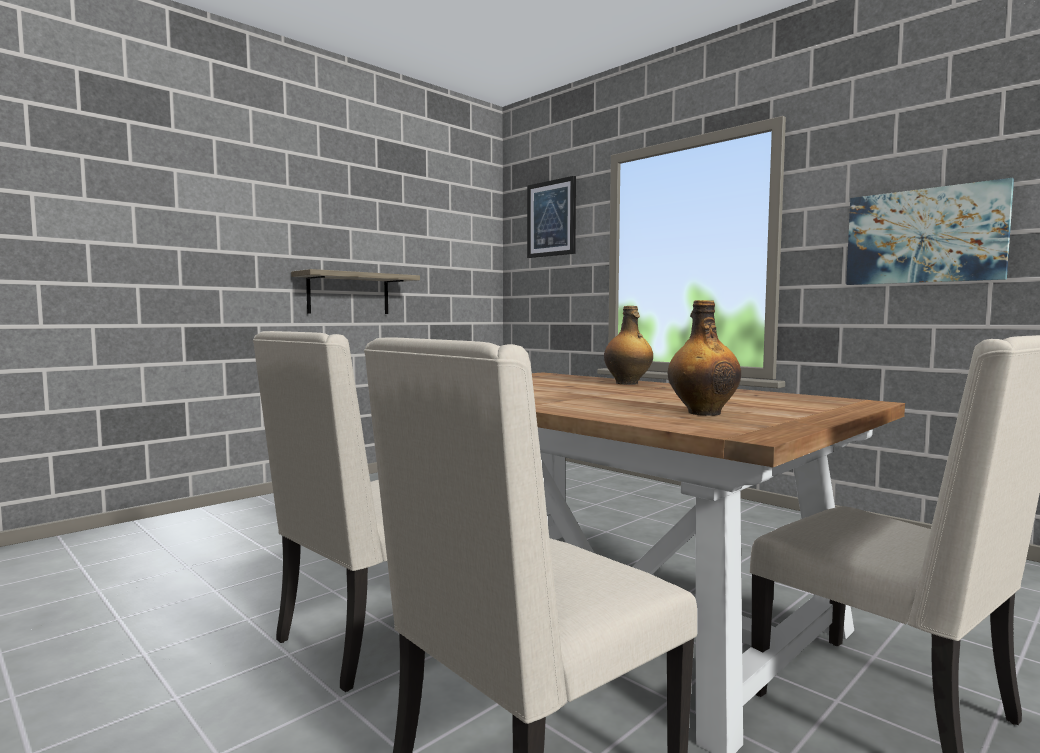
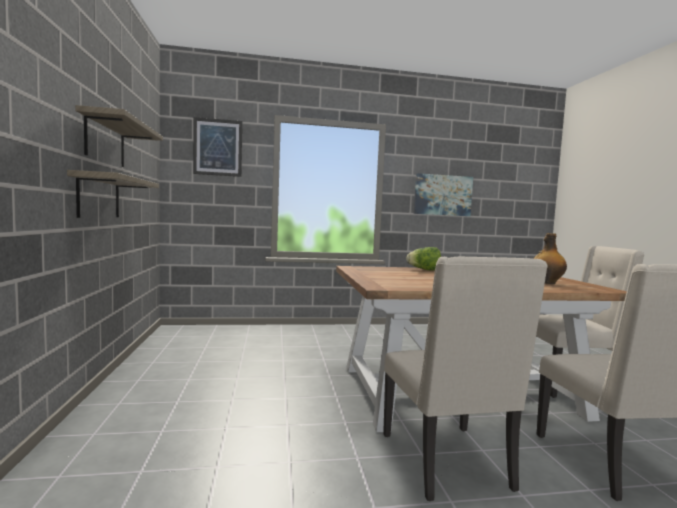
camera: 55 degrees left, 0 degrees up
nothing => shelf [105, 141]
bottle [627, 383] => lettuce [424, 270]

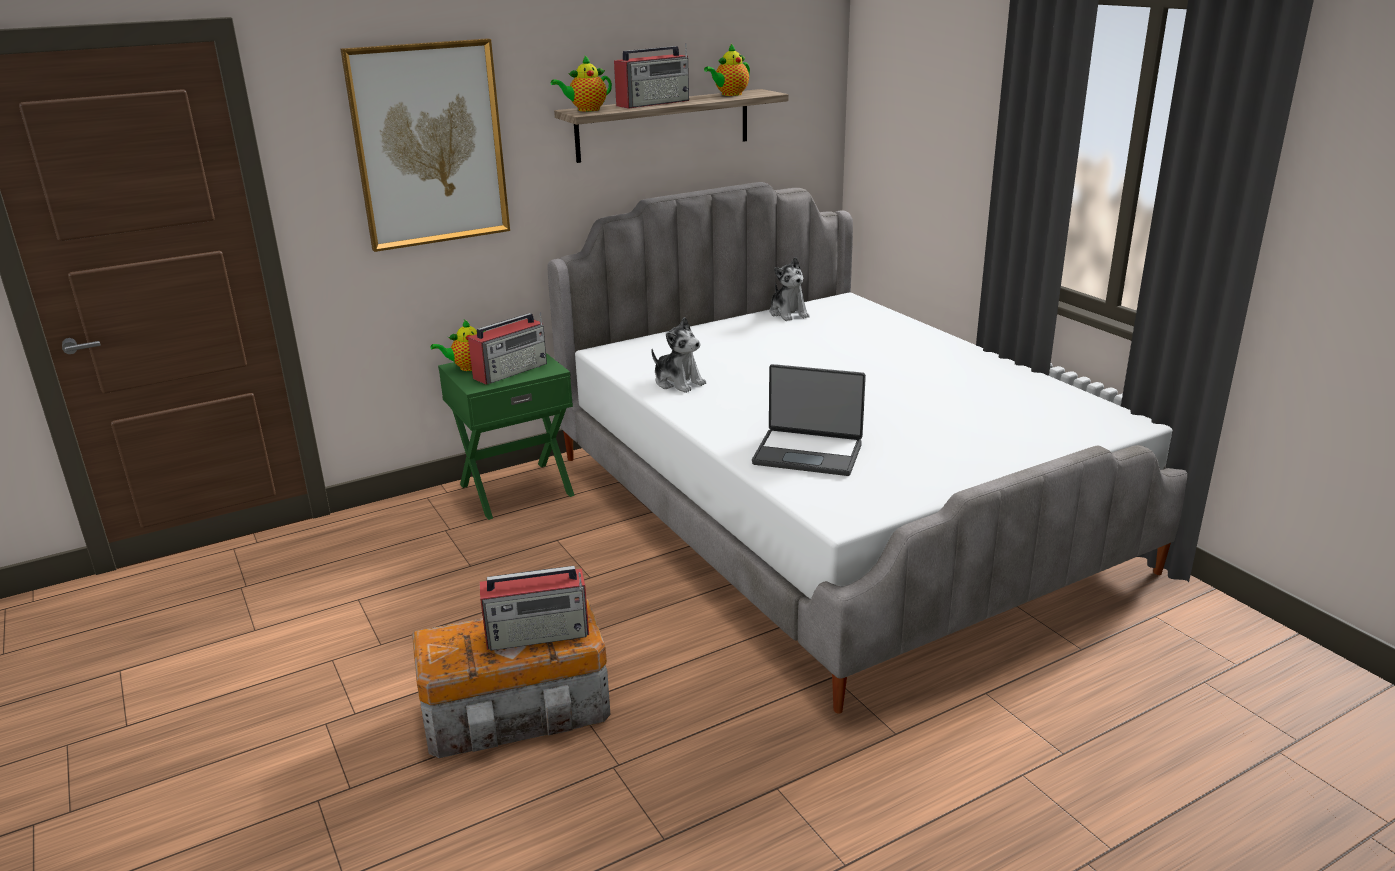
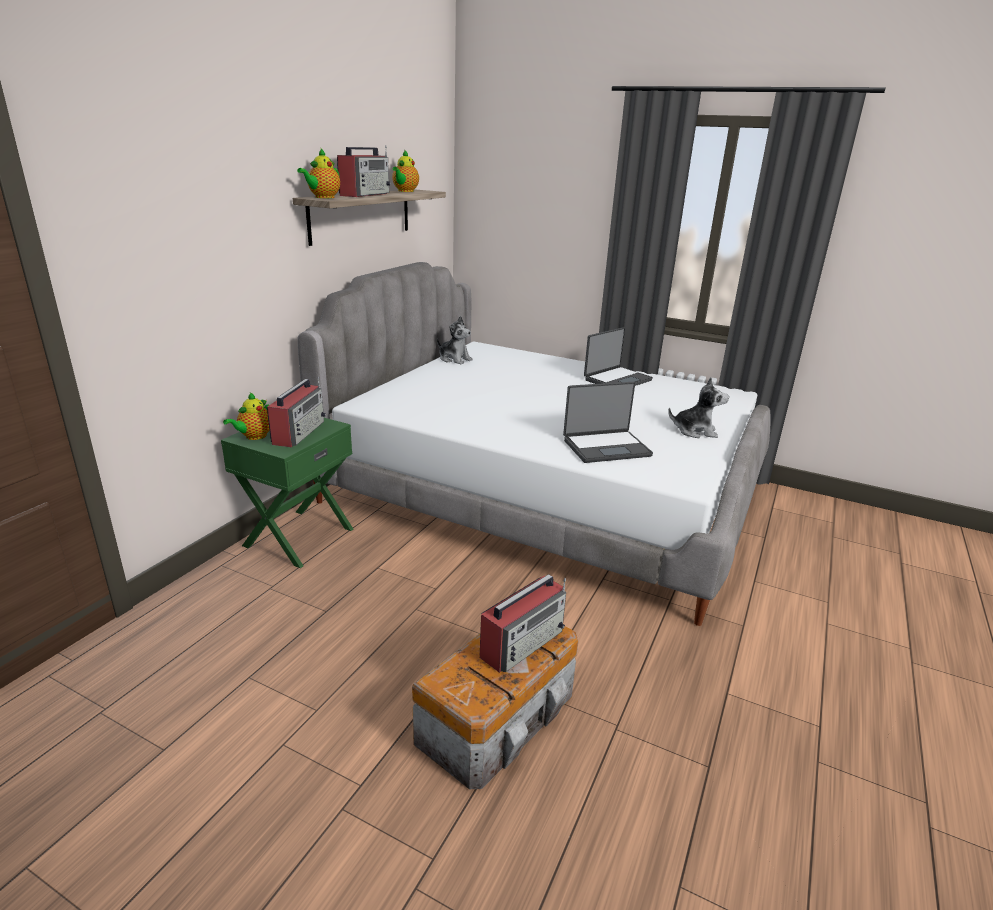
camera: 35 degrees left, 0 degrees up
picture [429, 145] => nothing
nothing => laptop [616, 380]
plush toy [678, 382] => plush toy [695, 431], moved

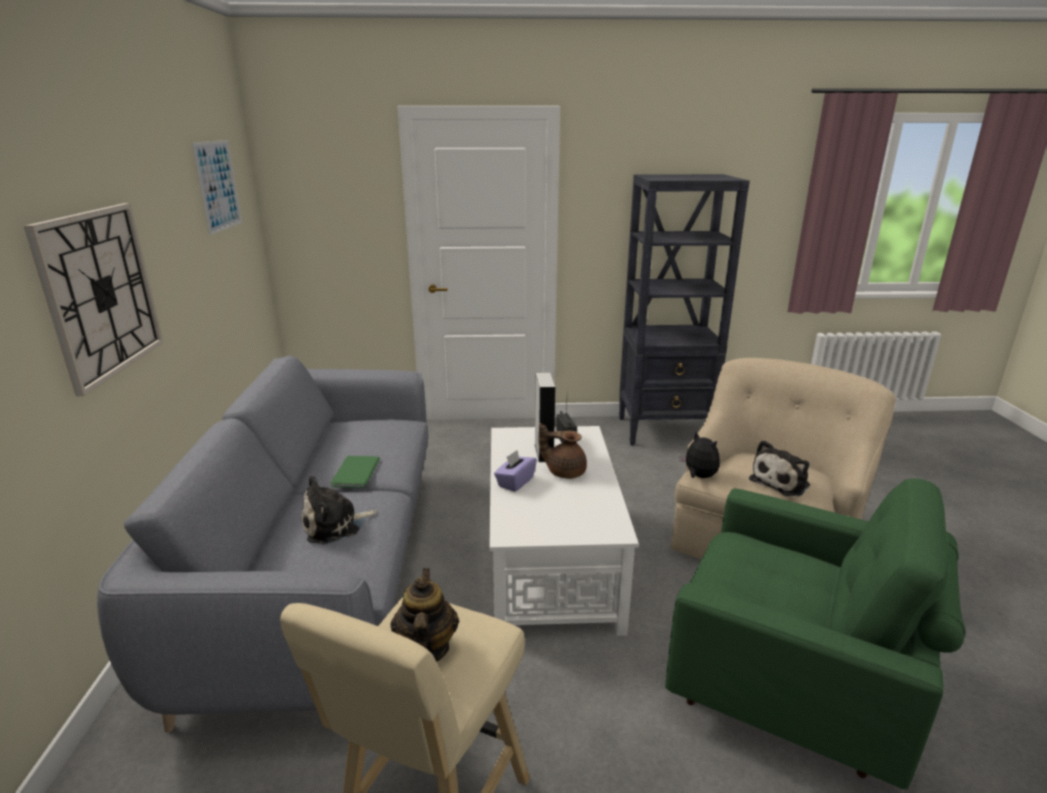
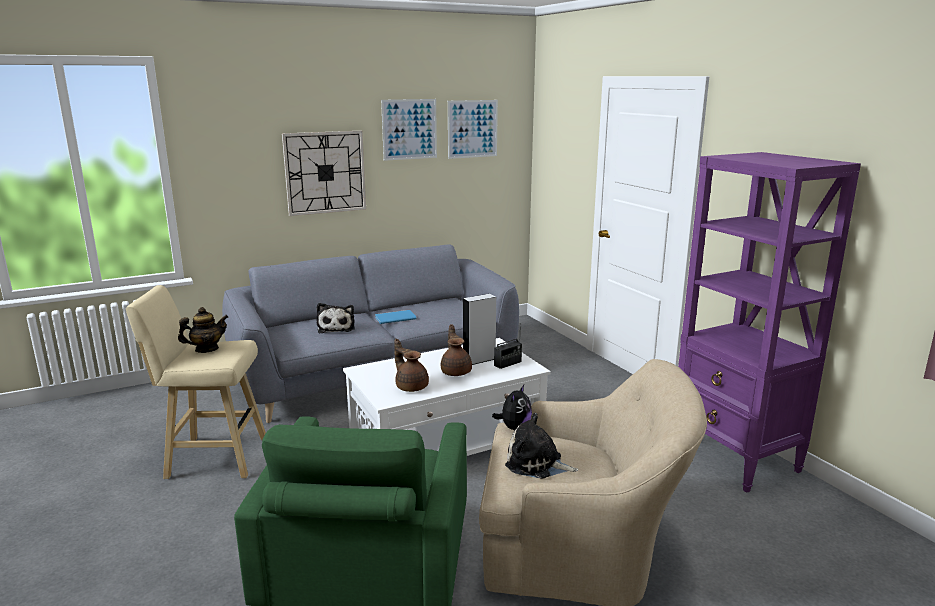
camera: 65 degrees right, 5 degrees down
tissue box (purple) [515, 482] => nothing
nothing => picture [409, 129]
nothing => teapot (brown) [411, 386]
book (green) [354, 473] => book (blue) [394, 318]
bookcase (black) [664, 430] => bookcase (purple) [735, 458]
plush toy [335, 525] => plush toy [336, 327], 135 degrees counterclockwise

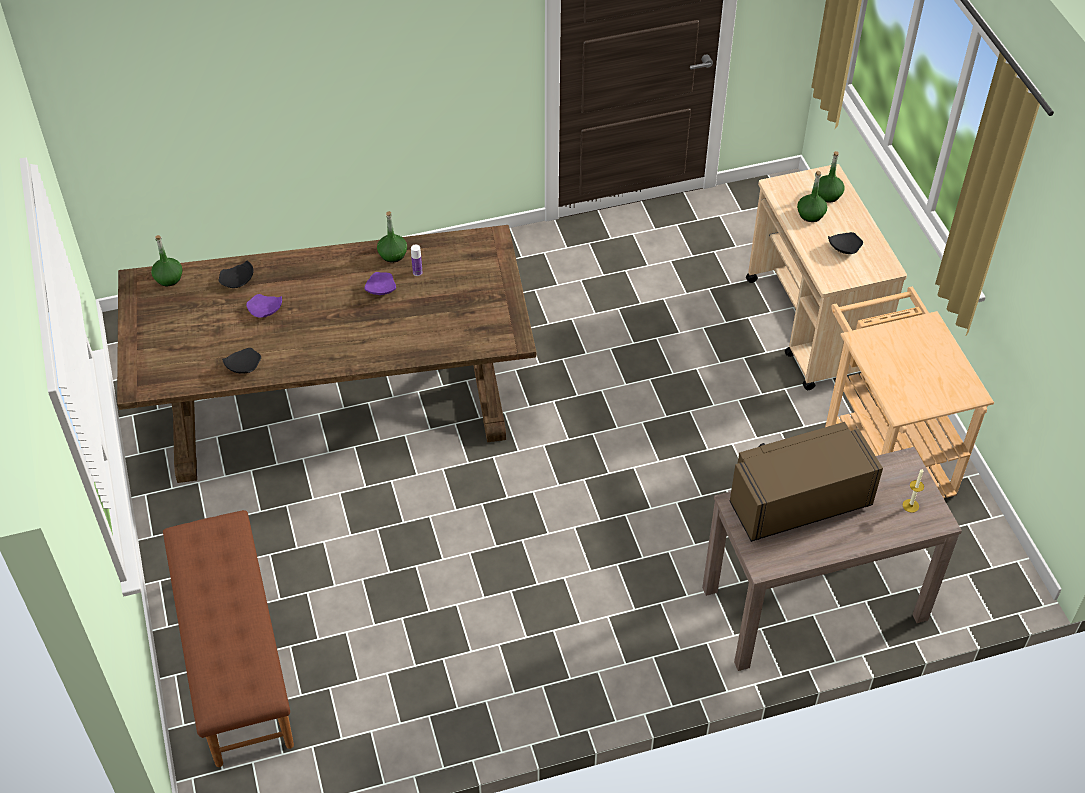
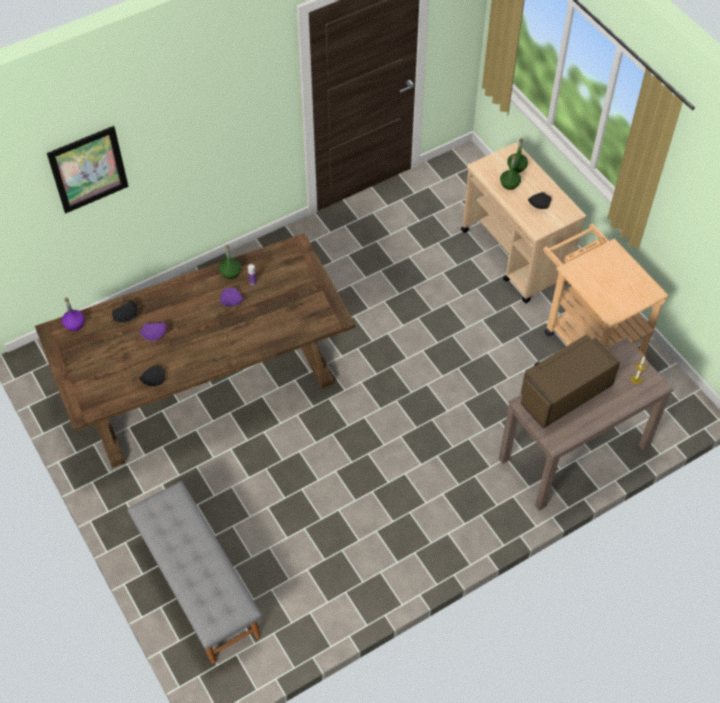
camera: 15 degrees left, 5 degrees up
nothing => picture [88, 169]
bottle (green) [169, 278] => bottle (purple) [74, 324]
bench (brown) [234, 658] => bench (grey) [198, 585]

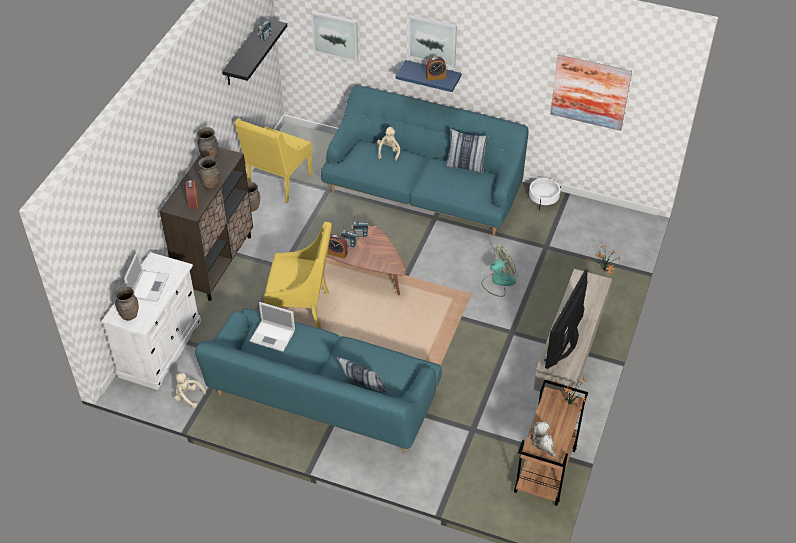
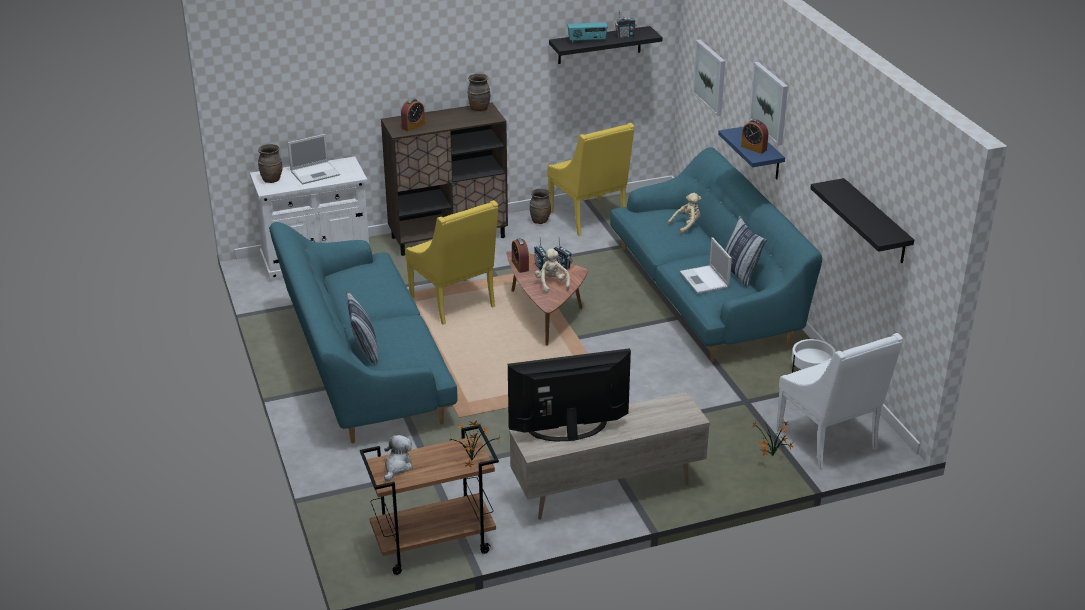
camera: 50 degrees right, 15 degrees down
vase (brown) [211, 184] => nothing
fan [498, 281] => nothing
nothing => radio [587, 41]
nothing => armchair (white) [829, 441]
plush toy (beige) [188, 396] => plush toy (beige) [552, 284], moved
laptop [273, 336] => laptop [705, 280], moved
picture [590, 92] => shelf (black) [875, 222]
armchair (yellow) [278, 182] => armchair (yellow) [589, 218], 105 degrees counterclockwise

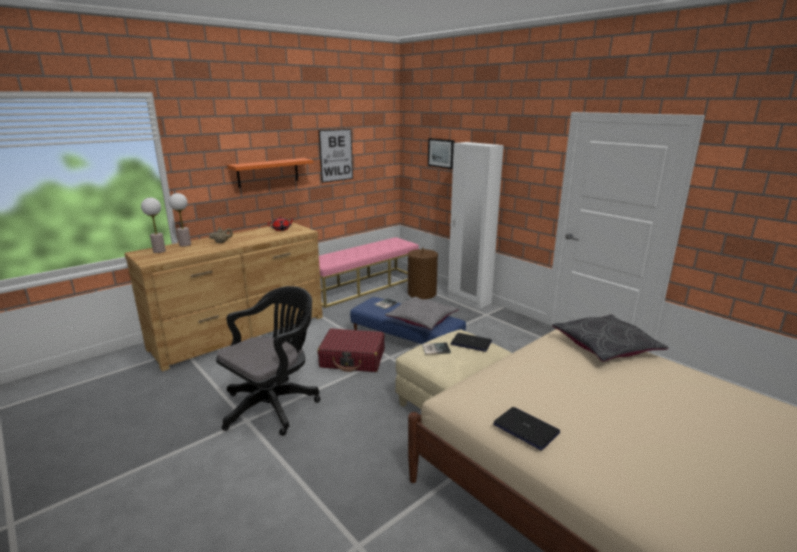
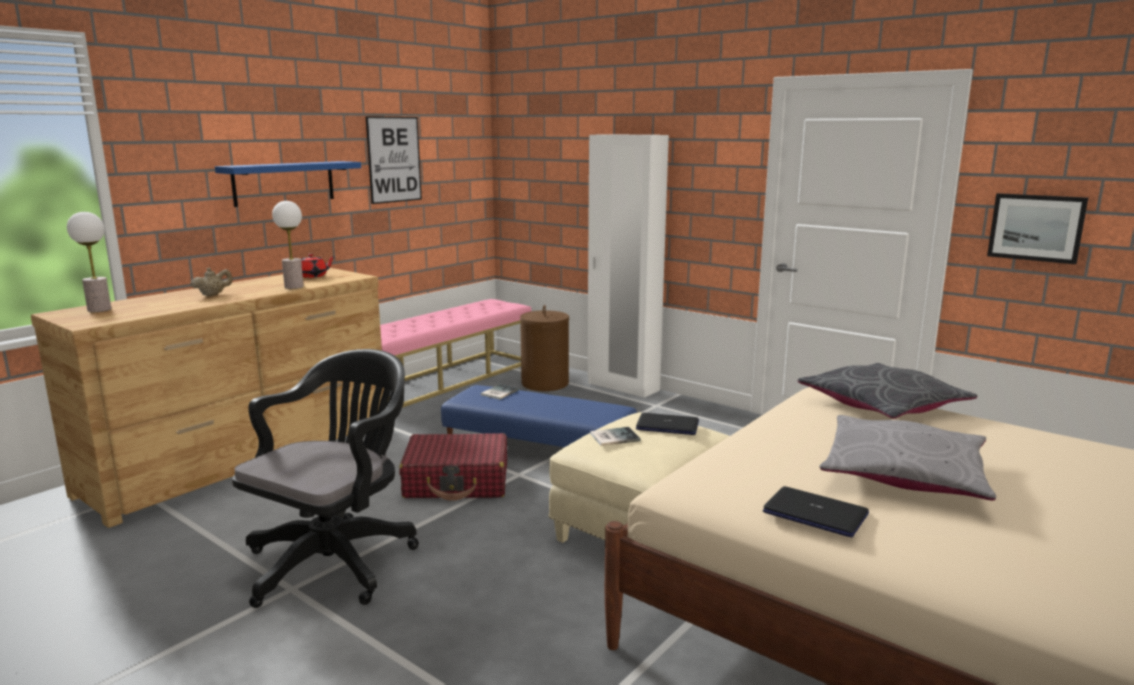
camera: 10 degrees left, 5 degrees down
table lamp [185, 244] => table lamp [293, 287], moved
pillow (grey) [422, 319] => pillow (grey) [904, 473], moved
picture [441, 153] => picture [1036, 227], moved
shelf (orange) [268, 172] => shelf (blue) [284, 183]

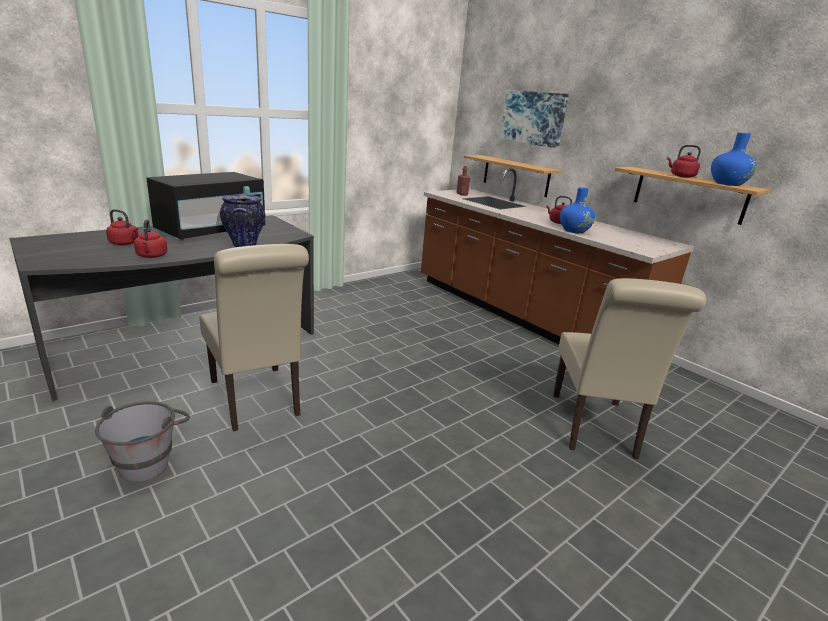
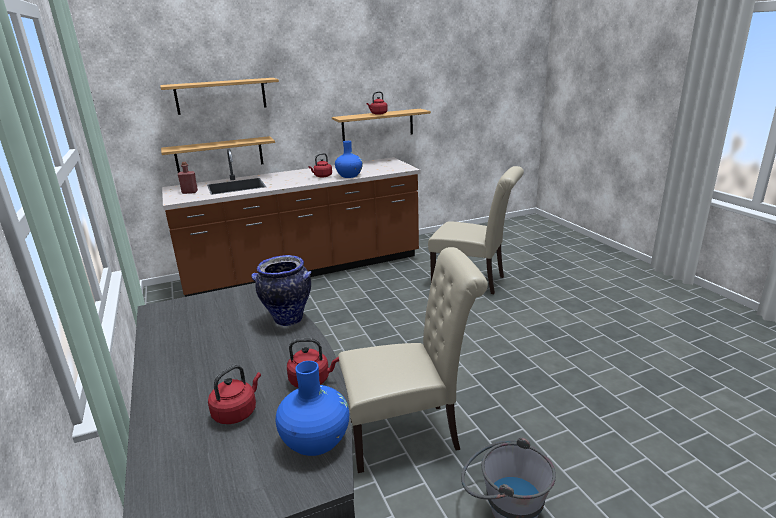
camera: 70 degrees left, 0 degrees up
microwave (black) [212, 232] => nothing
vase (blue) [727, 184] => vase (blue) [315, 441], moved
picture [533, 118] => shelf [221, 96]

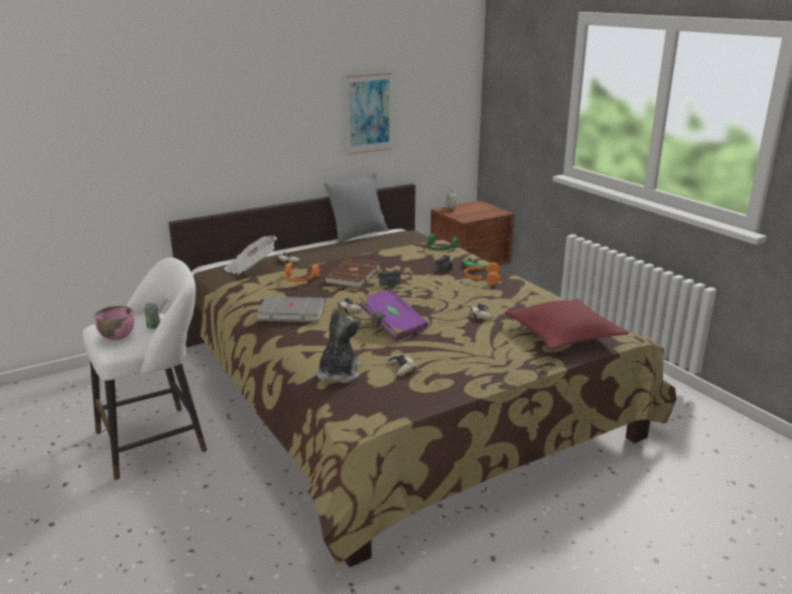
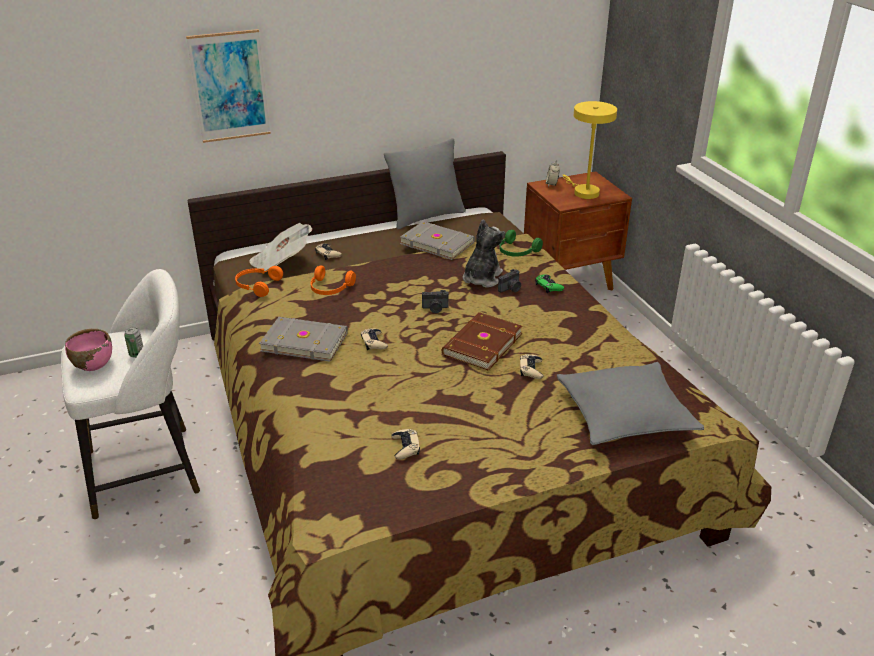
camera: 10 degrees right, 10 degrees up
book (purple) [392, 326] => nothing
nothing => book (grey) [437, 242]
nothing => table lamp (yellow) [583, 191]
plush toy [338, 373] => plush toy [482, 278], moved
book (brown) [351, 276] => book (brown) [481, 344], moved
picture [369, 113] => picture [229, 86], moved
headphones (orange) [481, 278] => headphones (orange) [257, 286], moved
pillow (red) [563, 335] => pillow (grey) [625, 415]

